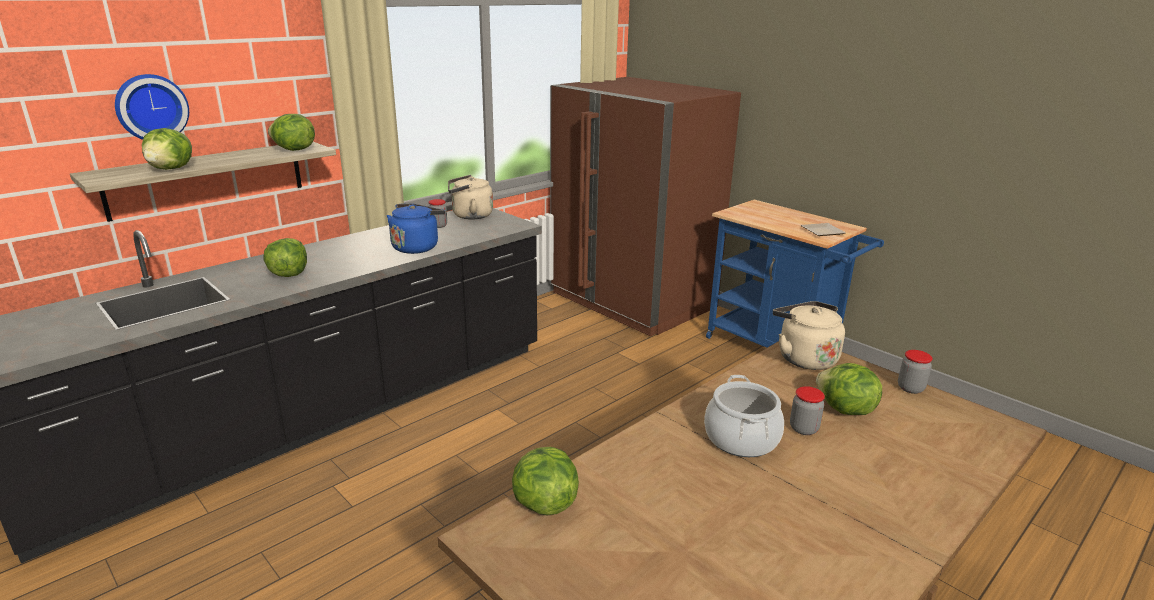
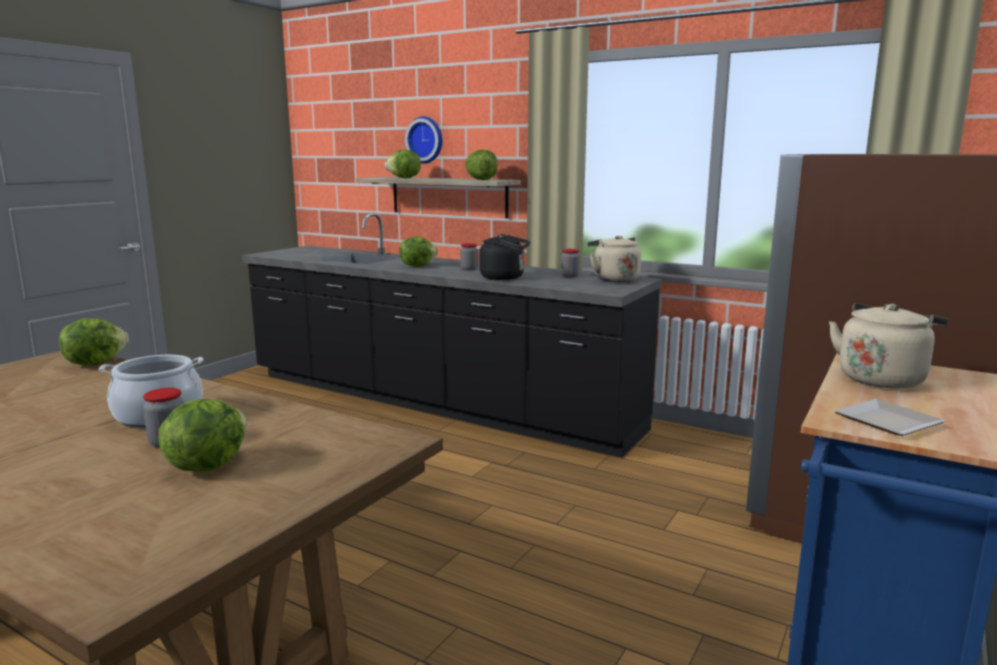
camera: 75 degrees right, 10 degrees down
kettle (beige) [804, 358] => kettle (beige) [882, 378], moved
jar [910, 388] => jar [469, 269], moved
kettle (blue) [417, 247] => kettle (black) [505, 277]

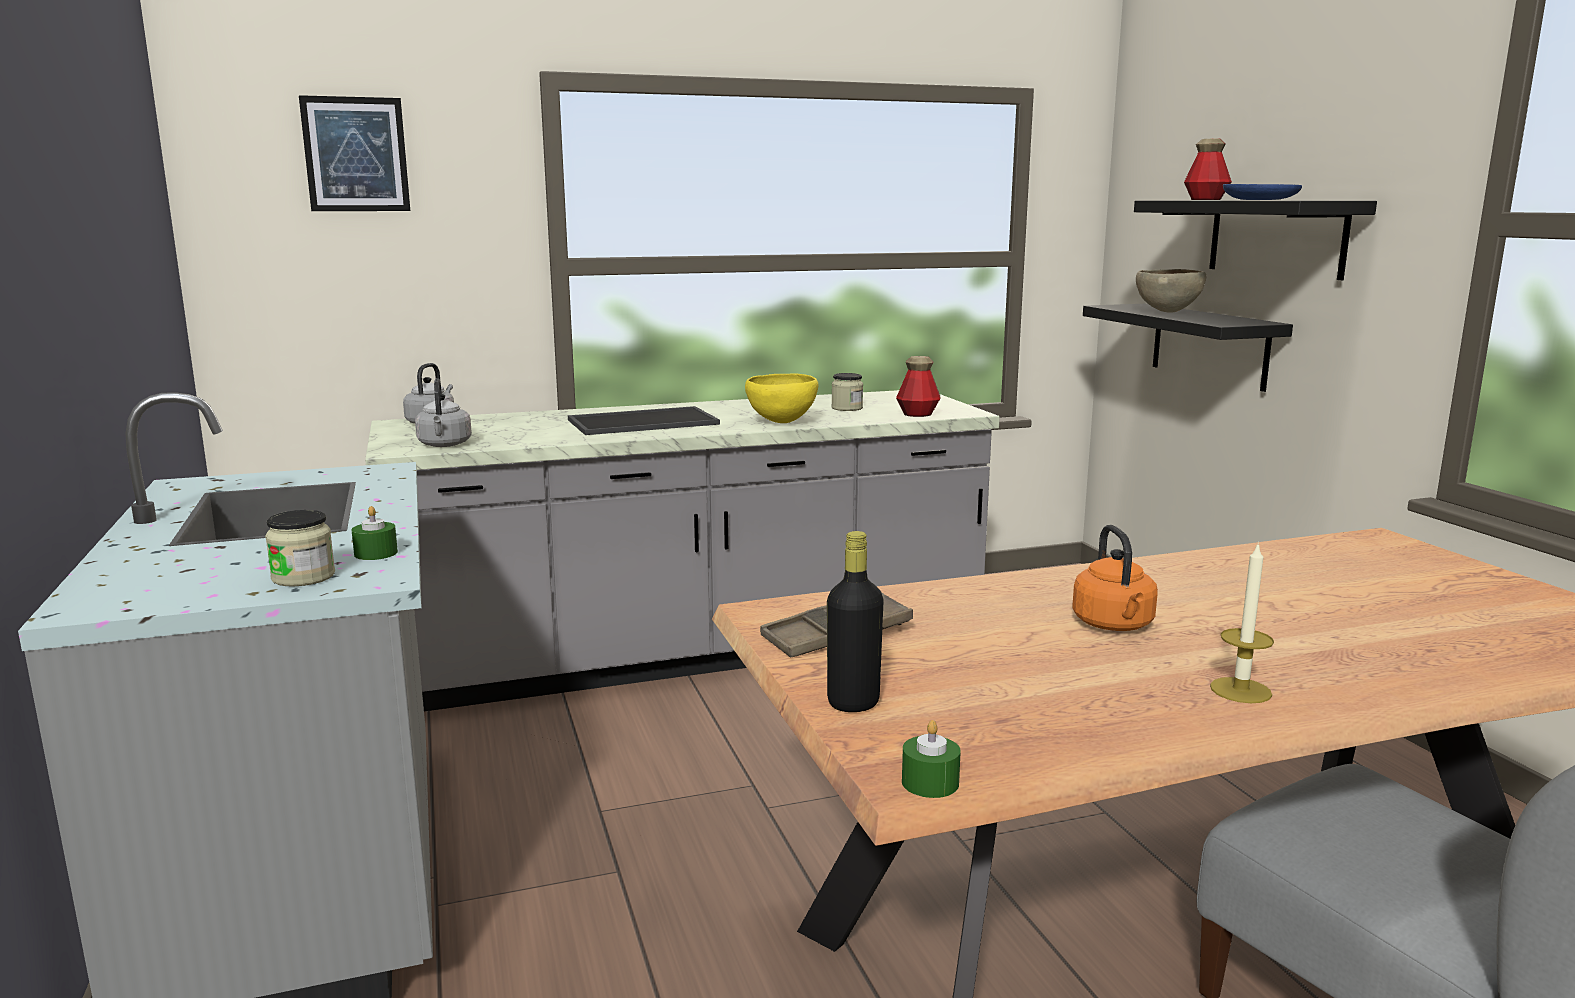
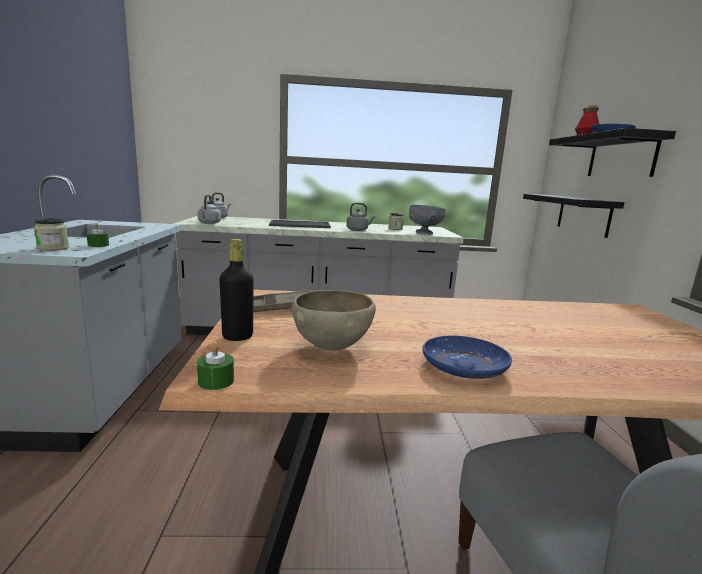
camera: 15 degrees right, 0 degrees up
picture [356, 154] => nothing
kettle (orange) [1114, 625] => nothing
bowl (brown) [1167, 312] => bowl (brown) [332, 347], moved
bowl (yellow) [782, 422] => kettle (grey) [358, 230]
bottle [917, 414] => bowl (grey) [424, 233]
candle [1240, 690] => plate (blue) [464, 367]

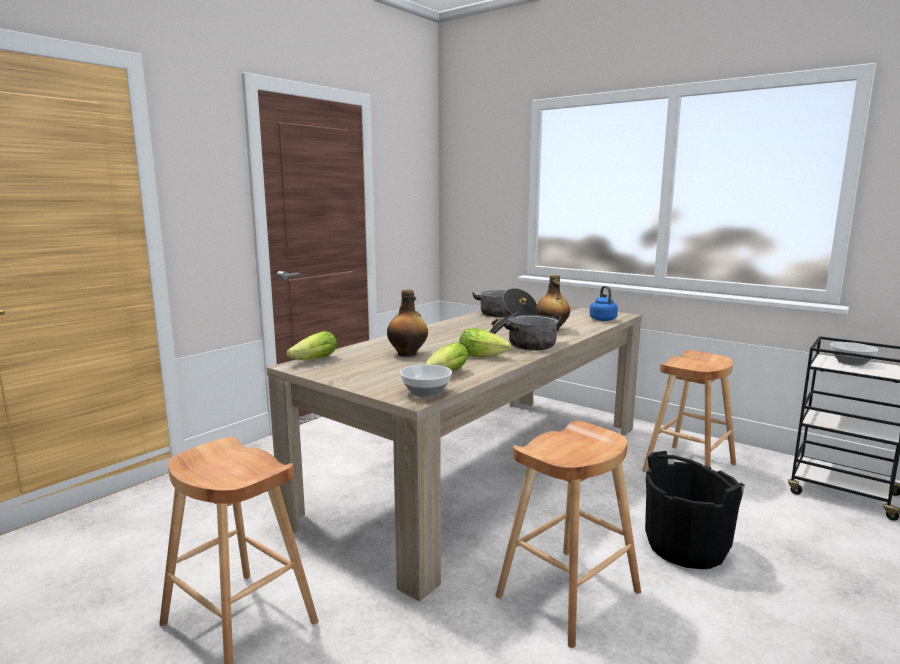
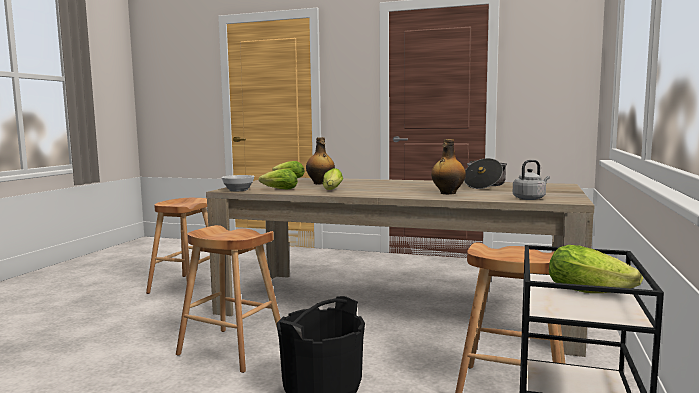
camera: 70 degrees right, 5 degrees down
cooking pot [520, 345] => nothing
bowl [850, 362] => lettuce [593, 291]
kettle (blue) [602, 319] => kettle (grey) [530, 198]

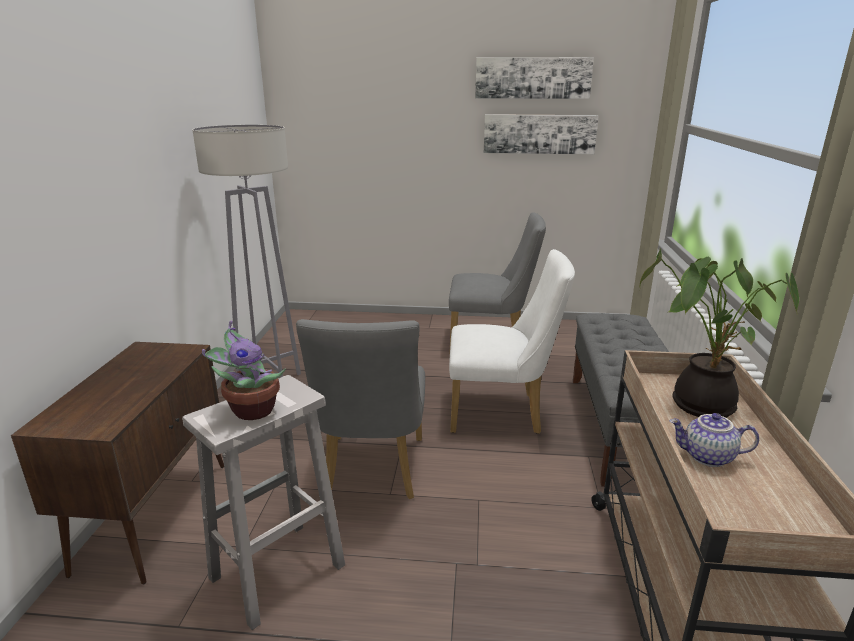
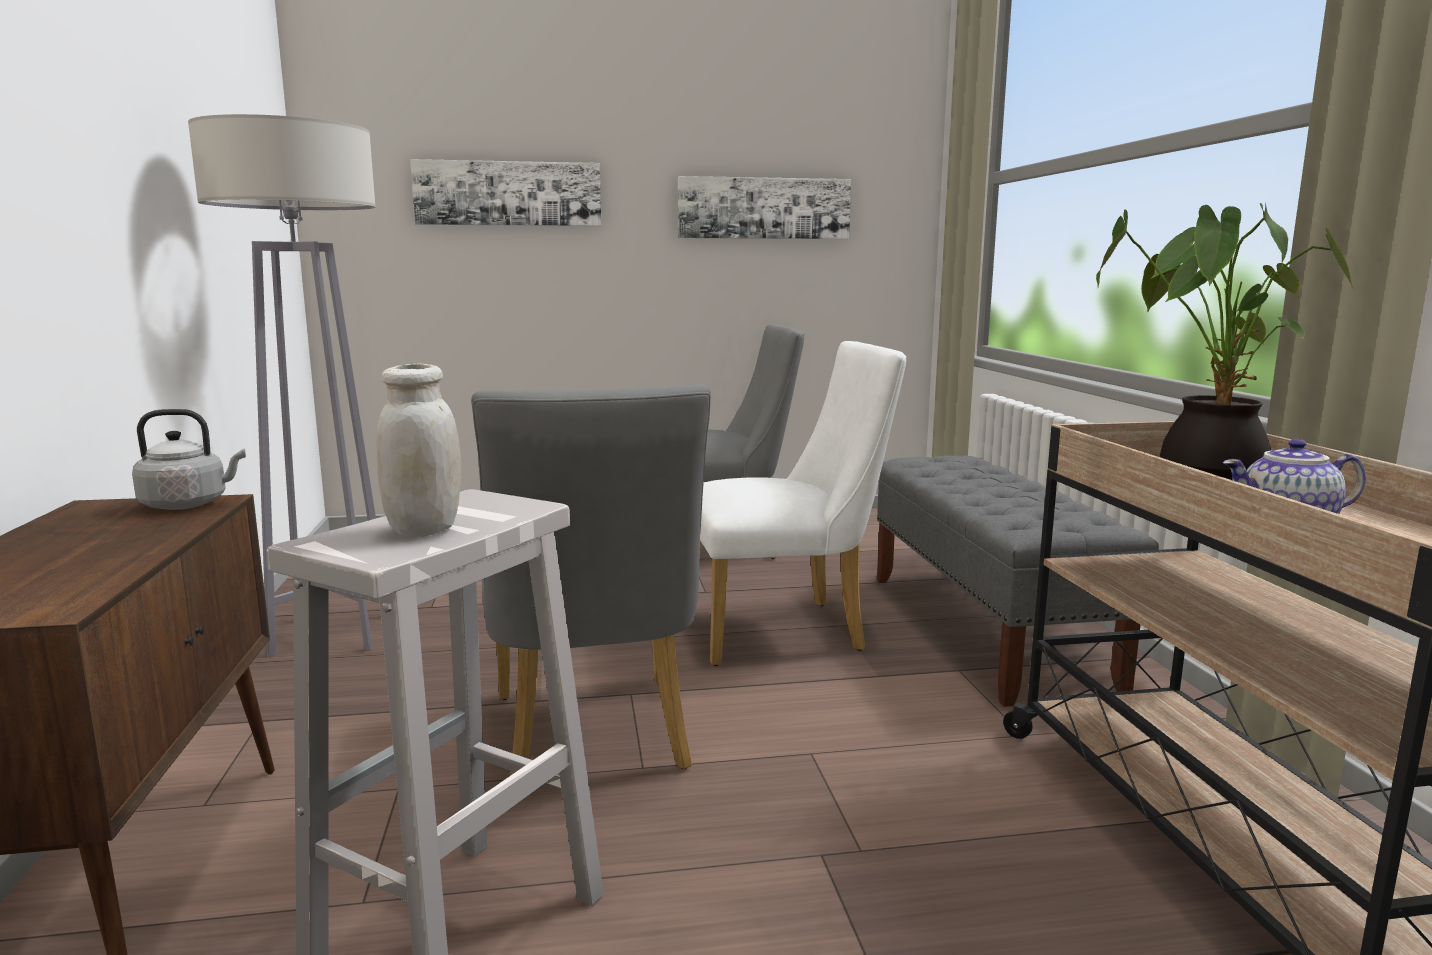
camera: 15 degrees left, 10 degrees down
nothing => kettle (grey) [189, 504]
picture [532, 78] => picture [508, 193], moved
potted plant [251, 410] => jar (white) [424, 529]

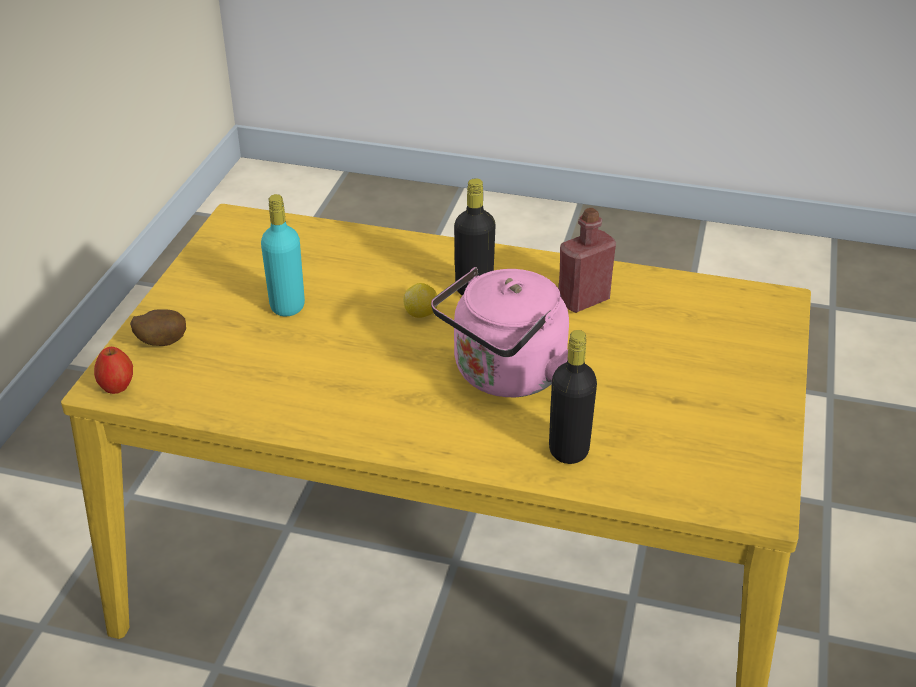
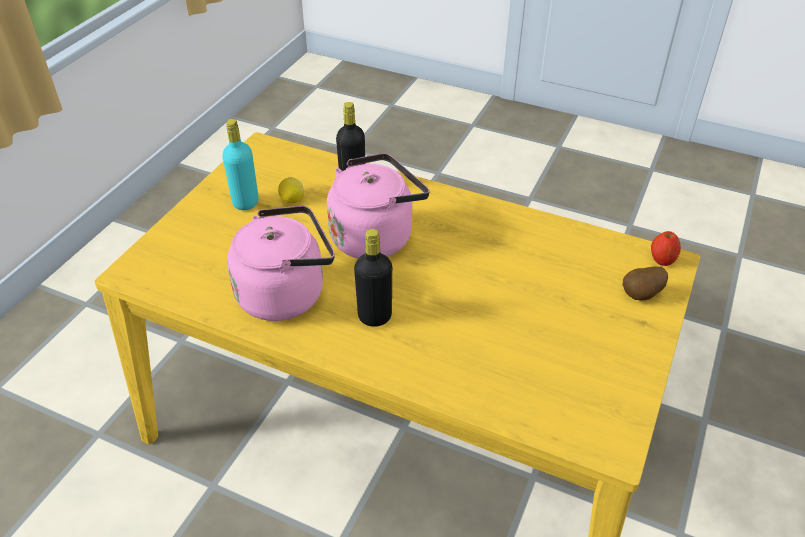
camera: 170 degrees left, 5 degrees up
bottle (turquoise) [287, 306] => bottle (turquoise) [245, 202], moved
lemon [421, 314] => lemon [292, 200], moved
bottle (red) [583, 300] => kettle (pink) [286, 293]

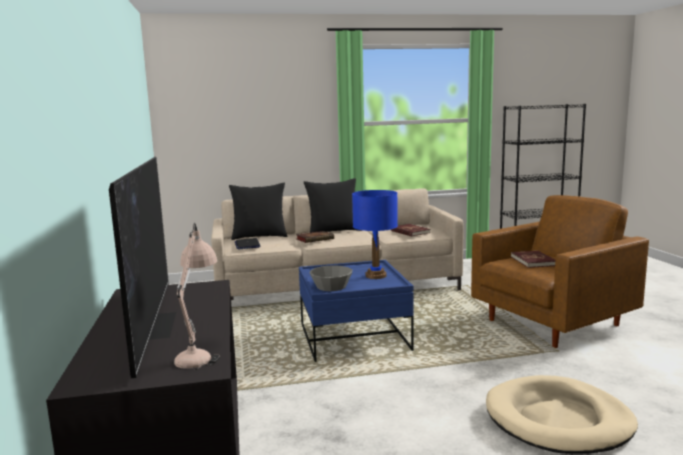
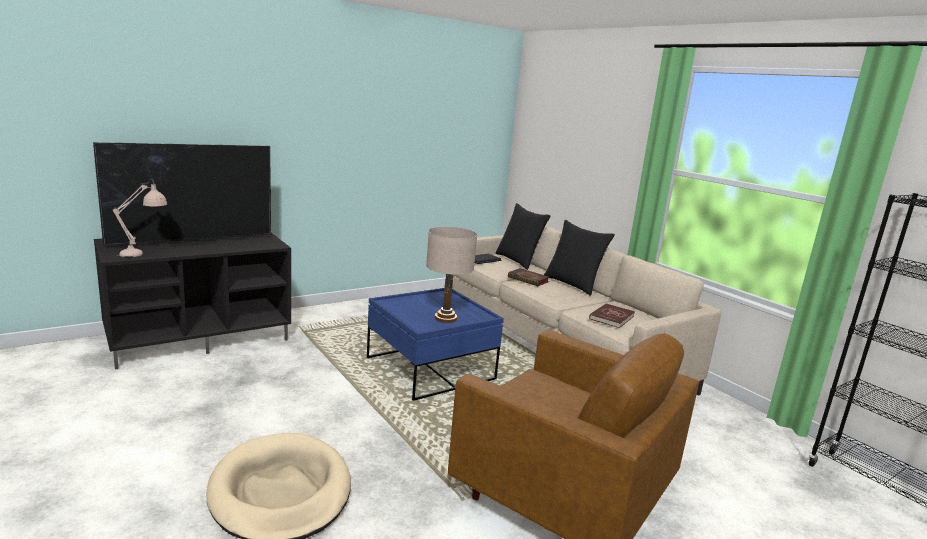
camera: 65 degrees right, 5 degrees up
bowl (grey) [331, 286] => nothing
book (red) [533, 261] => nothing
table lamp (blue) [376, 276] => table lamp (beige) [446, 318]

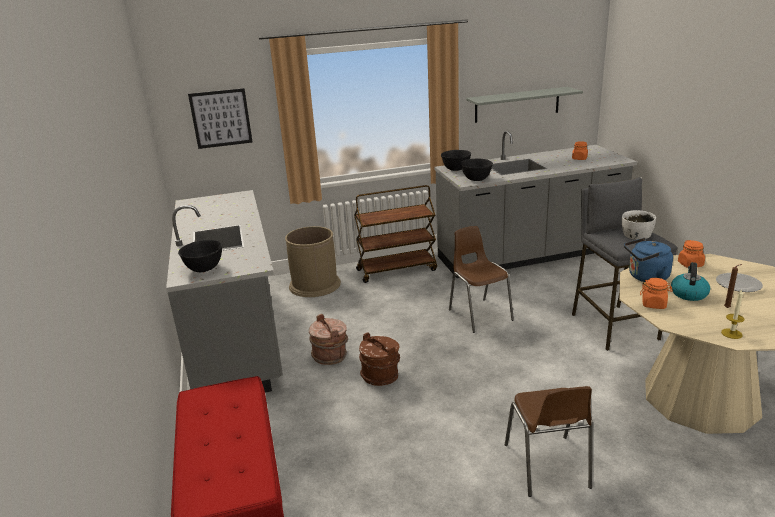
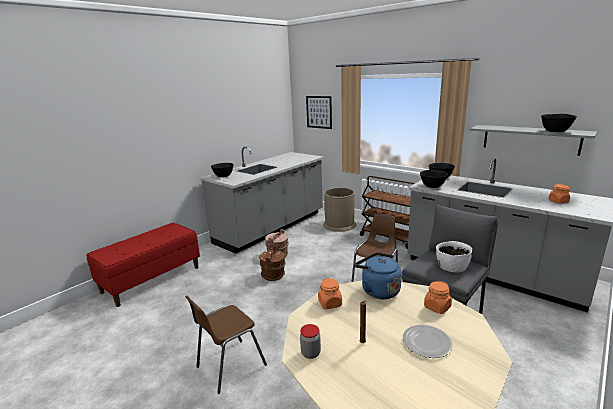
camera: 55 degrees right, 5 degrees down
kettle [688, 293] => nothing
nothing => bowl (black) [555, 131]
candle [731, 333] => jar [310, 353]

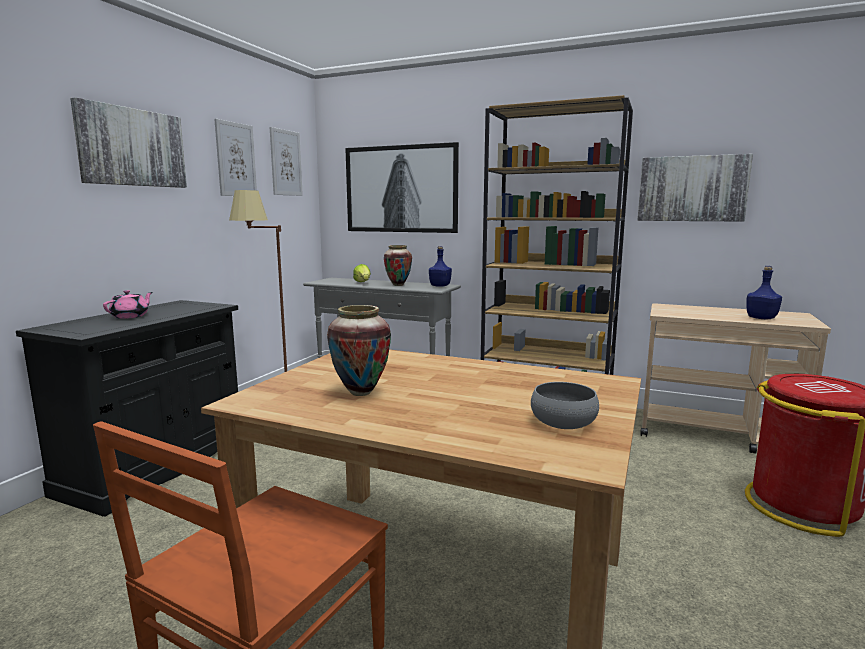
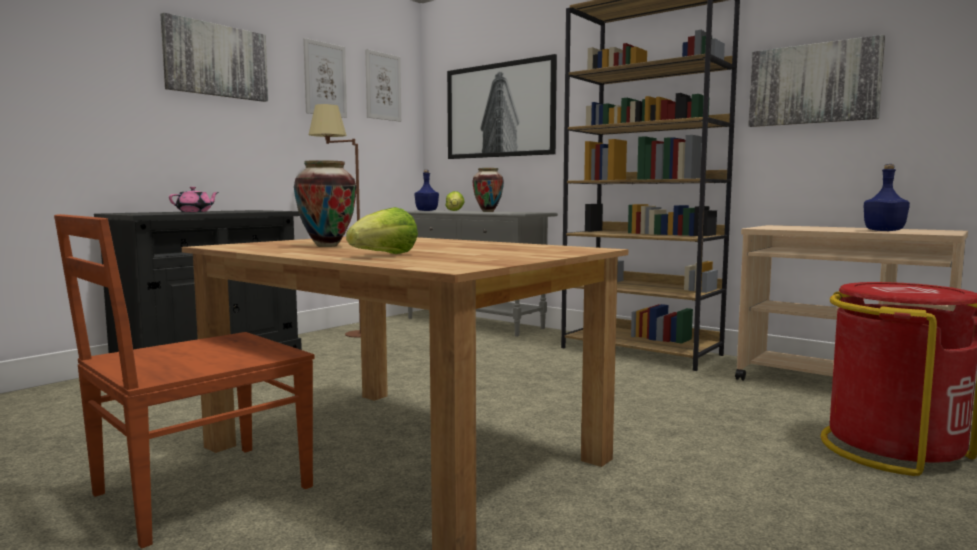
camera: 15 degrees right, 5 degrees down
bowl (grey) [563, 422] => nothing
nothing => lettuce [384, 255]
bottle (blue) [439, 286] => bottle (blue) [426, 210], moved

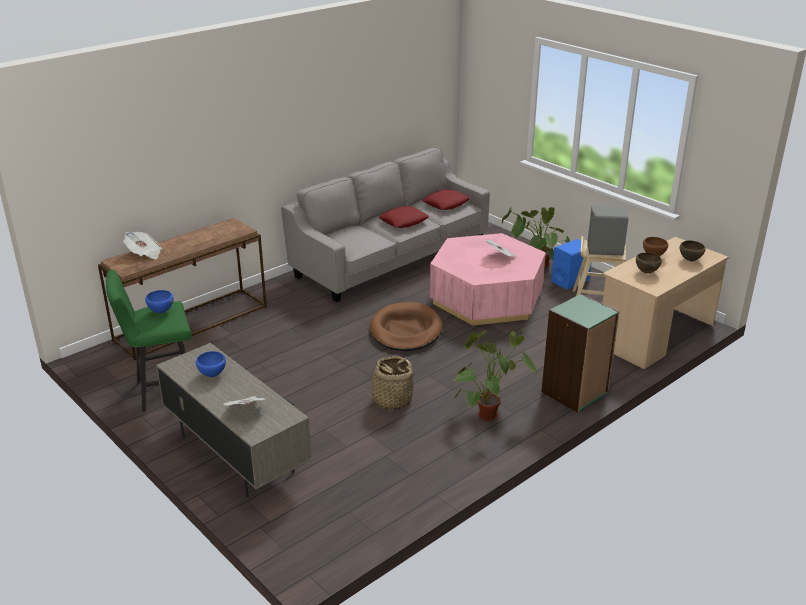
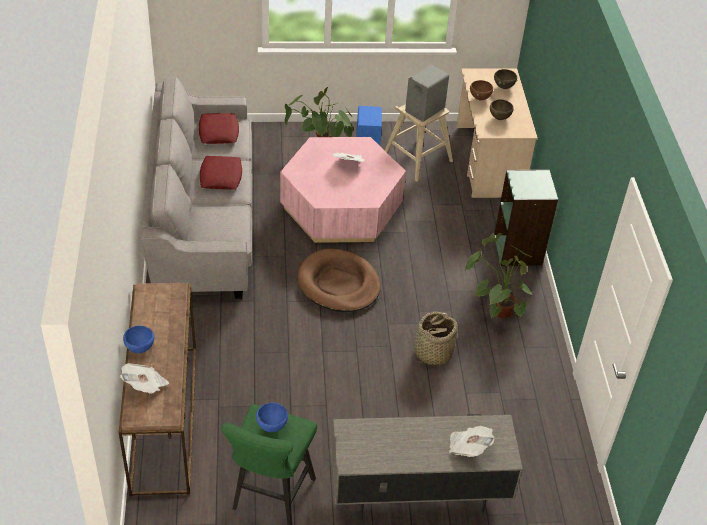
camera: 55 degrees left, 15 degrees up
bowl (blue) [213, 375] => bowl (blue) [140, 349], moved

